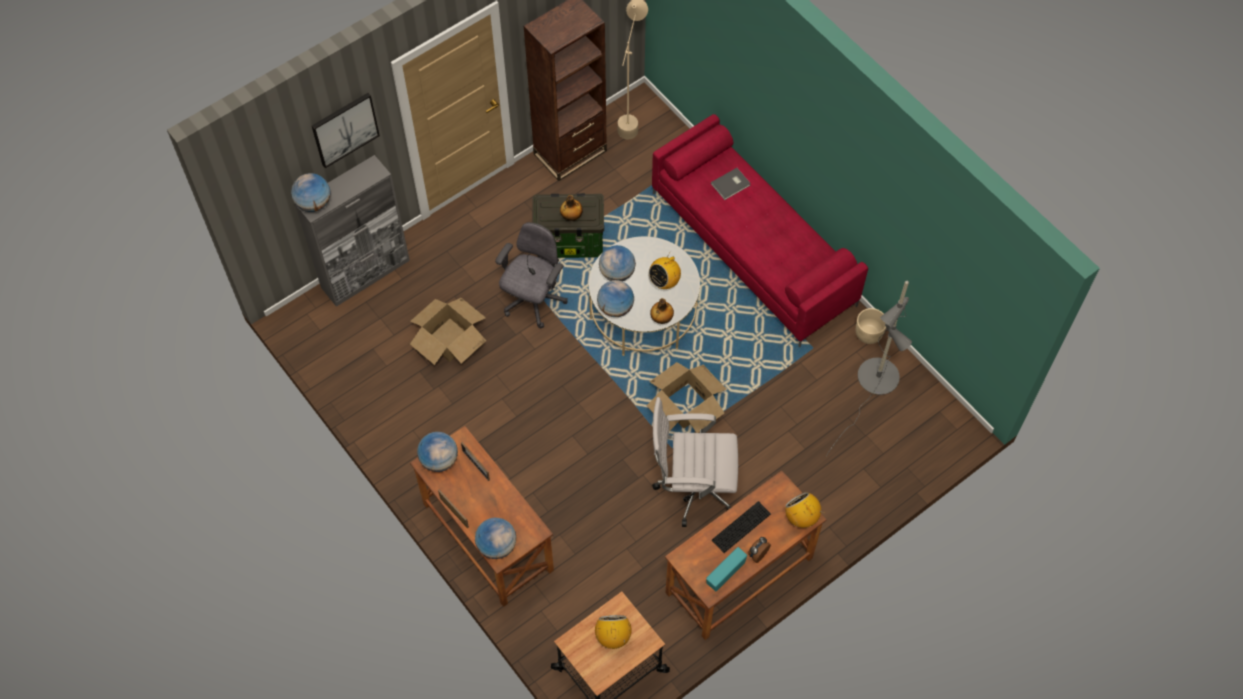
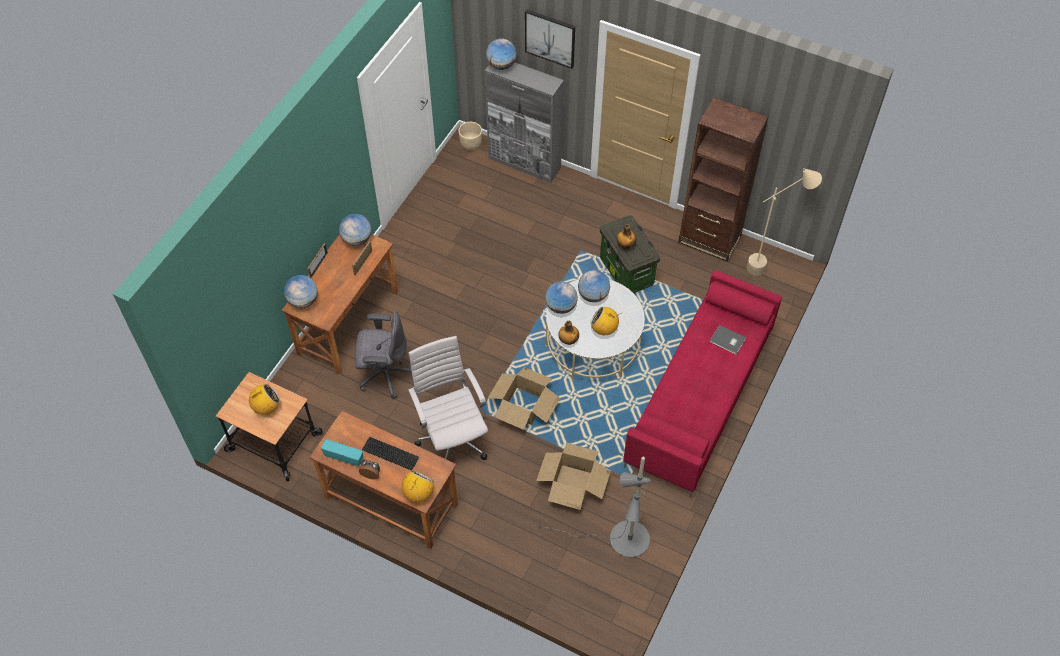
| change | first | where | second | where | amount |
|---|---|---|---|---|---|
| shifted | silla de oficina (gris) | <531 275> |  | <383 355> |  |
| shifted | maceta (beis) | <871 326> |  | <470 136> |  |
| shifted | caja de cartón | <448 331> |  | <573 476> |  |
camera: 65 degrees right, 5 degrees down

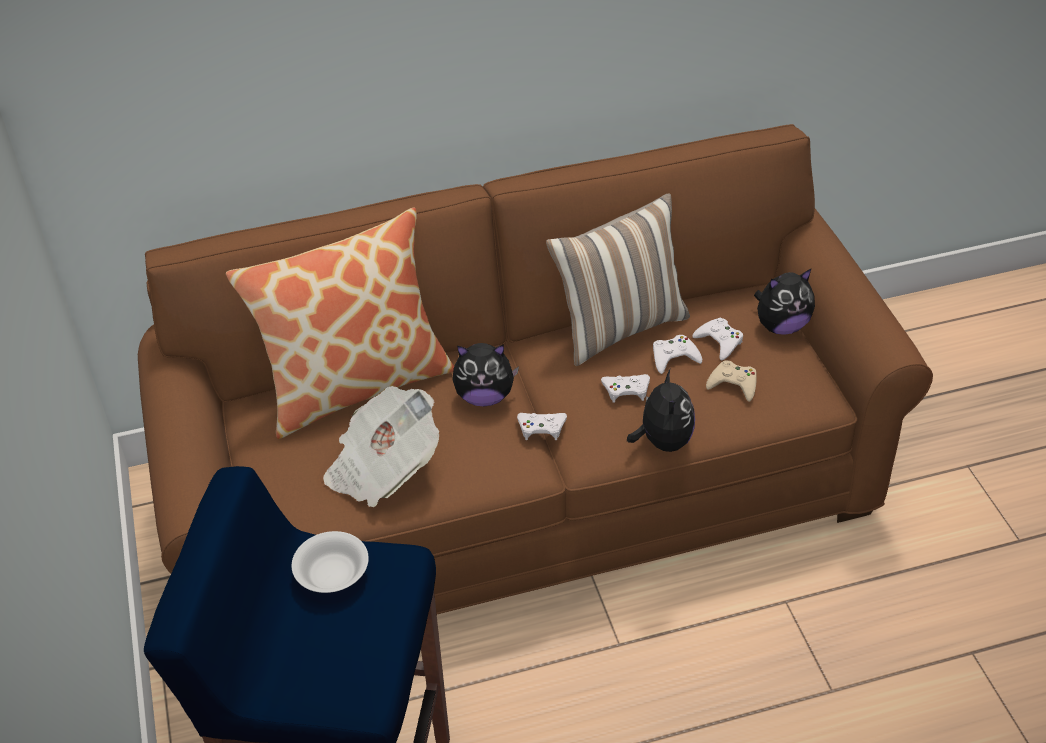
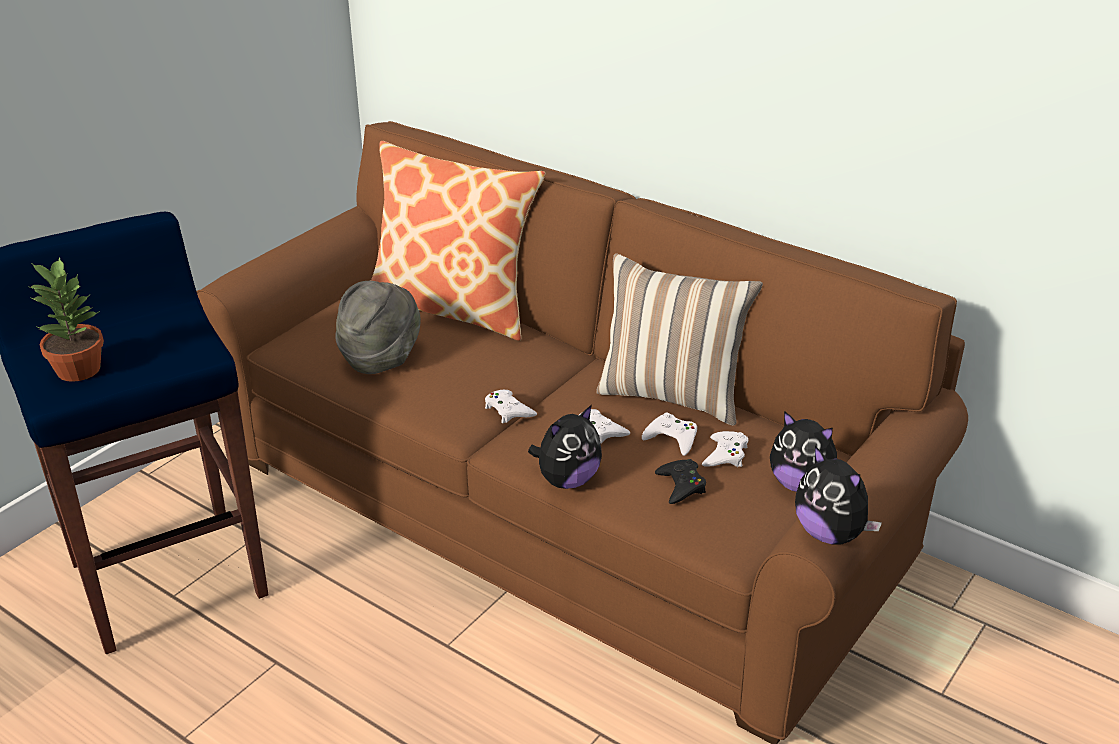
| change | first | where | second | where | amount |
|---|---|---|---|---|---|
| new |  |  | planta en maceta | <67 319> |  |
| swapped | periódico | <381 446> | sombrero (gris) | <378 327> |  |
| repainted | mando de consola (beis) | <731 381> | mando de consola (negro) | <680 481> |  |
| shifted | peluche | <485 374> |  | <838 495> |  |
| gone | cuenco (blanco) | <330 562> |  |  |  |
camera: 50 degrees right, 10 degrees down

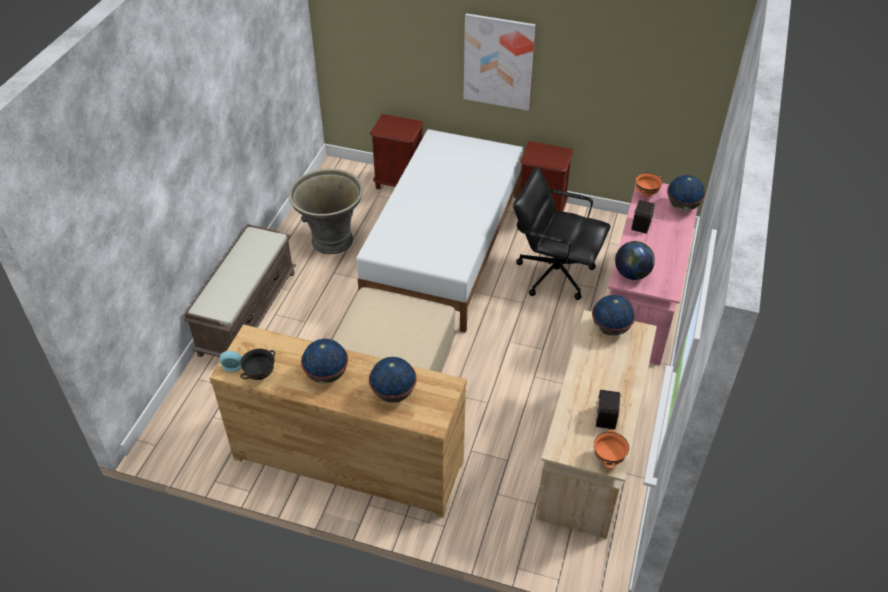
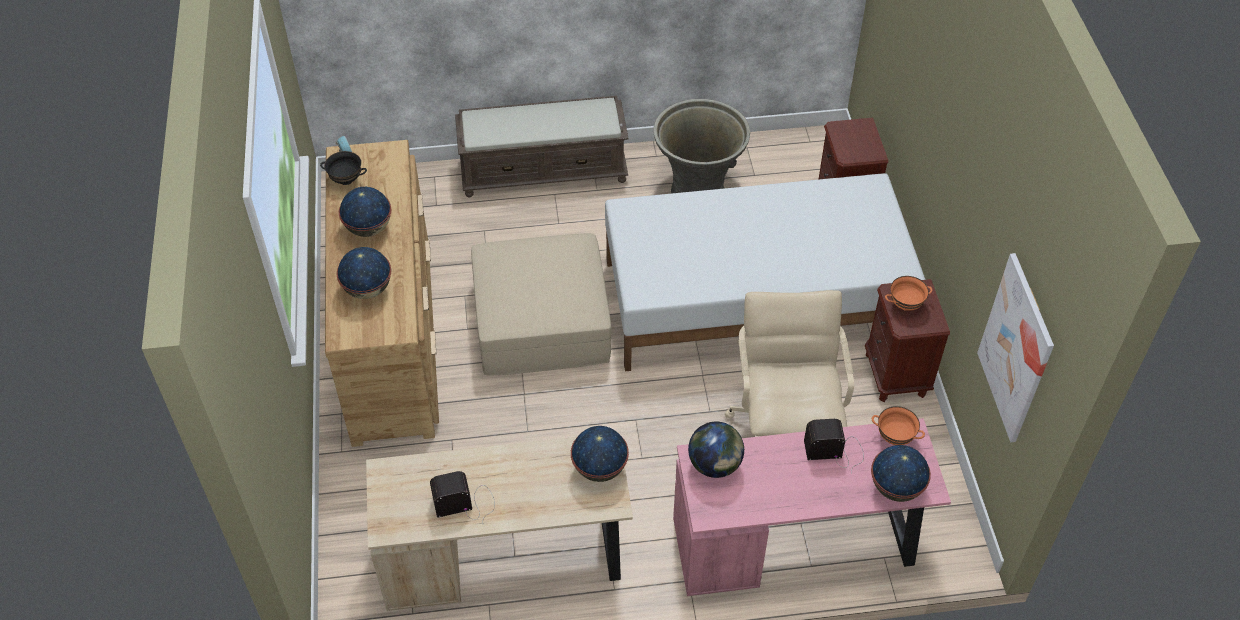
| change | first | where | second | where | amount |
|---|---|---|---|---|---|
| repainted | silla de oficina (negro) | <561 233> | silla de oficina (beis) | <789 363> |  |
| shifted | cuenco (naranja) | <611 449> |  | <908 293> |  |
| shifted | cuadro | <499 61> |  | <1015 347> |  |
camera: 65 degrees right, 5 degrees up

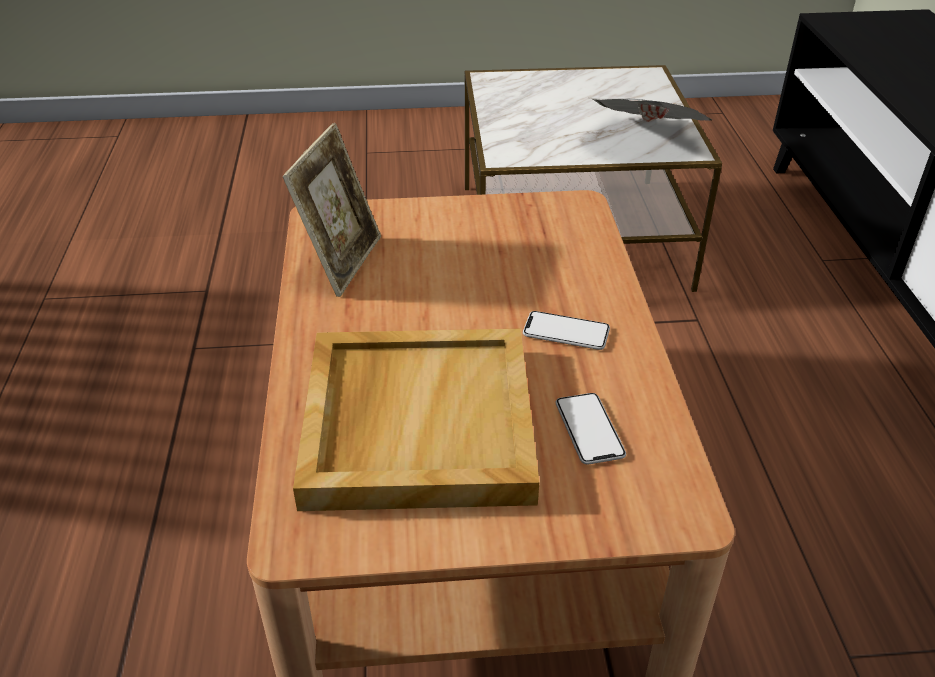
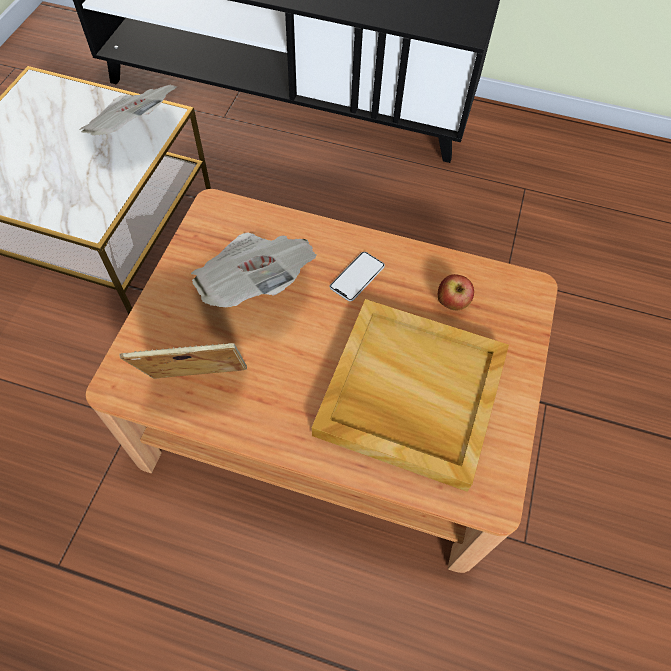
| change | first | where | second | where | amount |
|---|---|---|---|---|---|
| rotated | portarretratos | <331 210> |  | <183 360> | 45 degrees counterclockwise |
| new |  |  | periódico | <254 269> |  |
| swapped | móvil | <591 429> | manzana | <456 292> |  |
camera: 70 degrees left, 20 degrees up

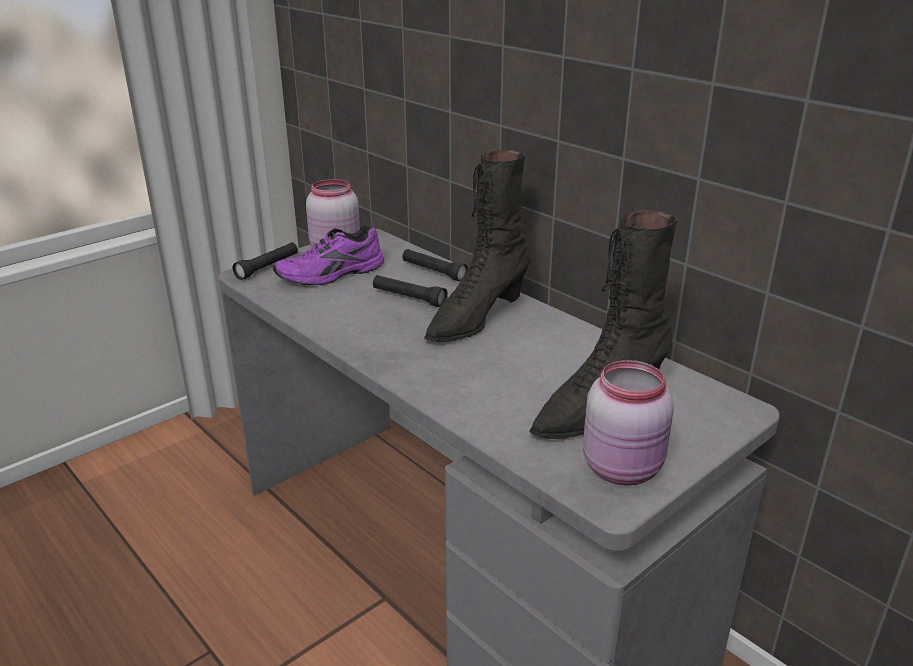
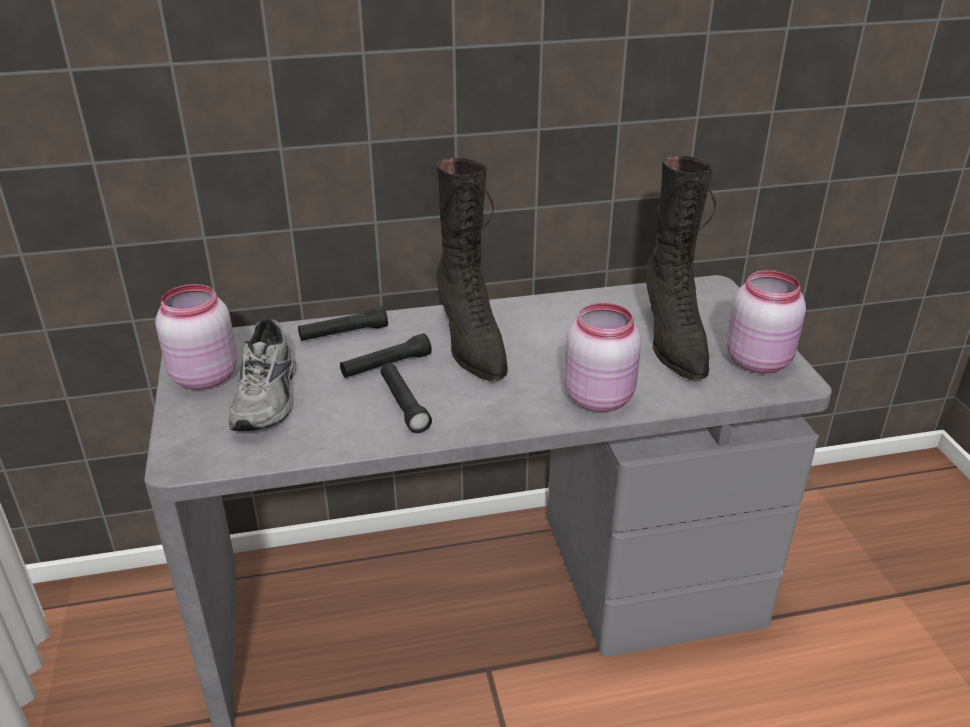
| change | first | where | second | where | amount |
|---|---|---|---|---|---|
| repainted | zapato (morado) | <328 255> | zapato (gris) | <262 375> |  |
| shifted | linterna (negro) | <265 261> |  | <406 398> |  |
| new |  |  | tarro (rosa) | <602 357> |  |
camera: 60 degrees left, 5 degrees up

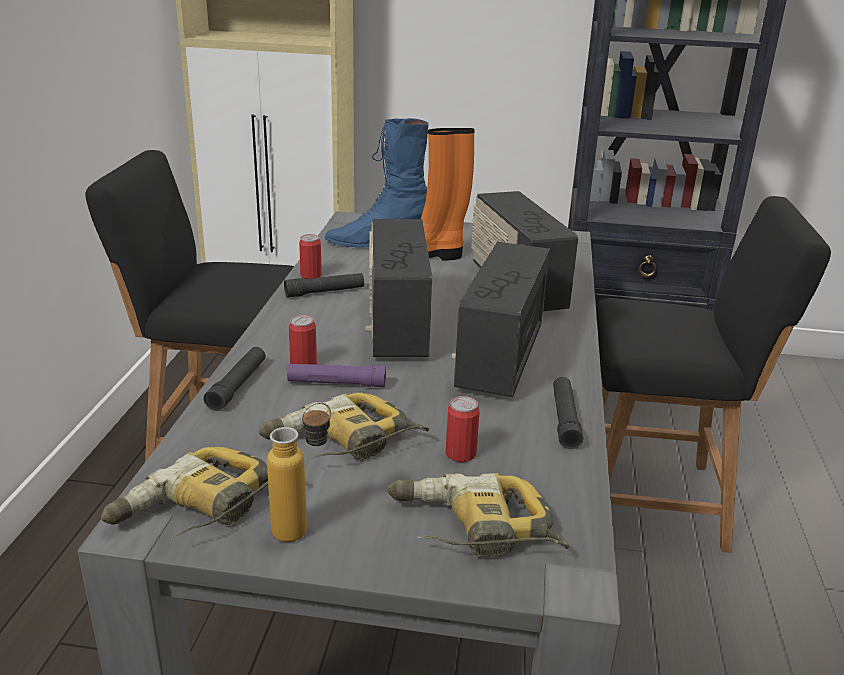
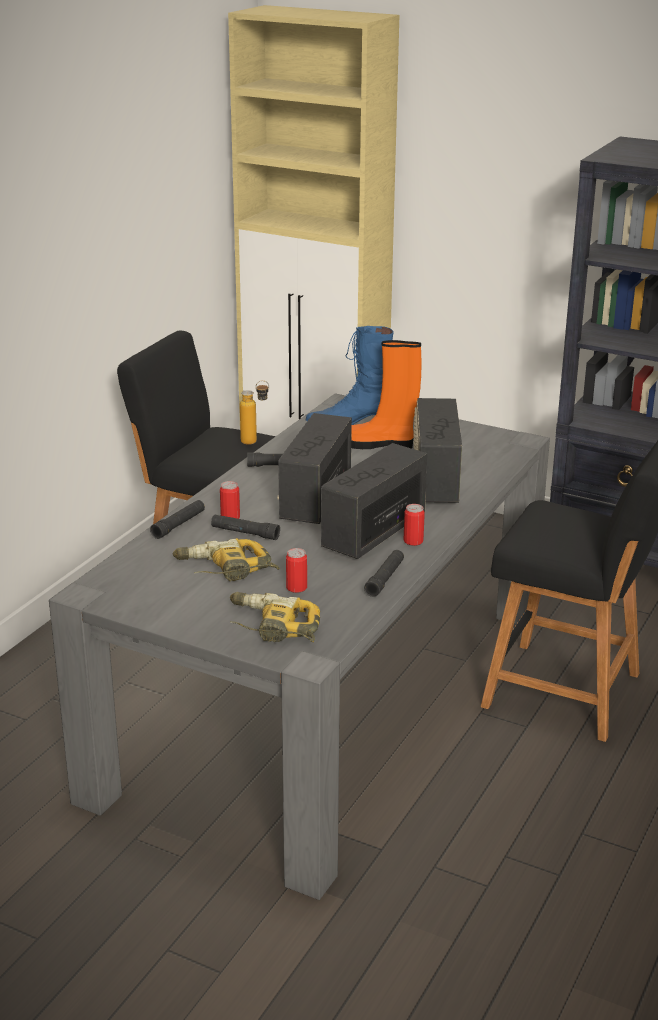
| change | first | where | second | where | amount |
|---|---|---|---|---|---|
| repainted | linterna (morado) | <336 375> | linterna (negro) | <245 527> |  |
| shifted | botella | <299 472> |  | <254 412> |  |
| shifted | lata | <310 256> |  | <414 525> |  |
| gone | taladro | <184 492> |  |  |  |
camera: 20 degrees right, 0 degrees up

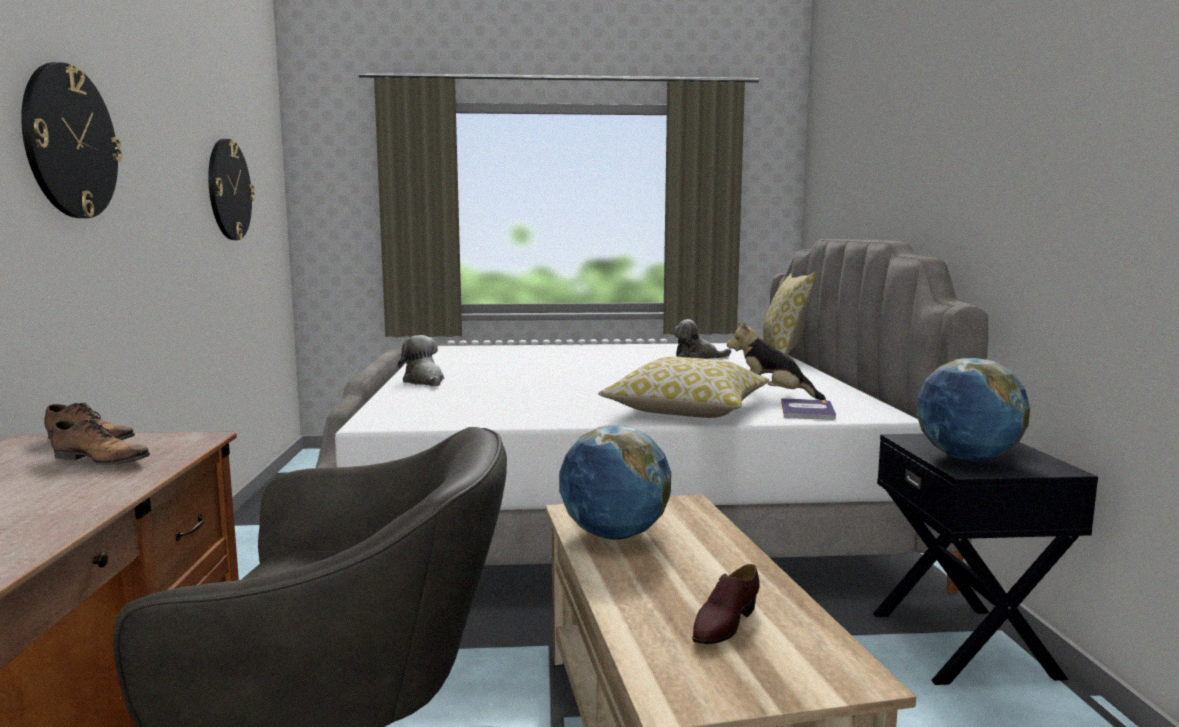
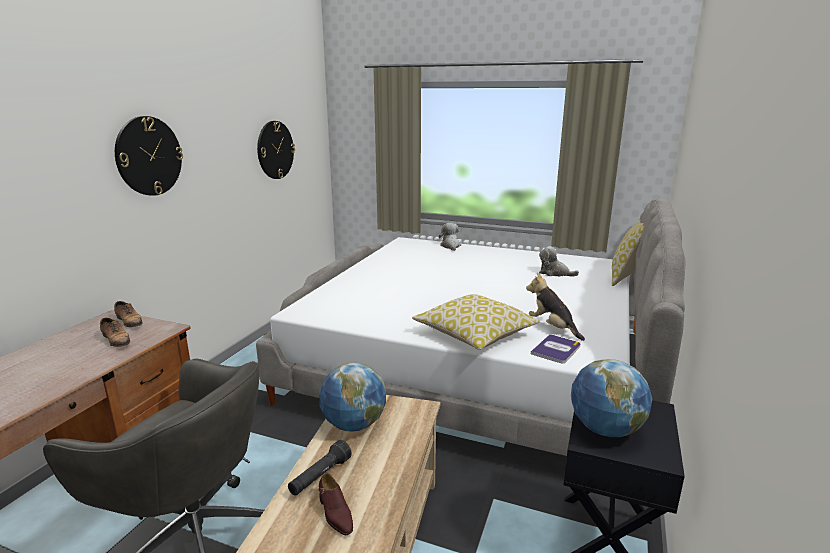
| change | first | where | second | where | amount |
|---|---|---|---|---|---|
| new |  |  | linterna (negro) | <320 467> |  |
| rotated | zapato (marrón) | <726 604> |  | <336 503> | 90 degrees counterclockwise |
| shifted | peluche | <421 360> |  | <450 237> |  |
camera: 25 degrees right, 10 degrees up

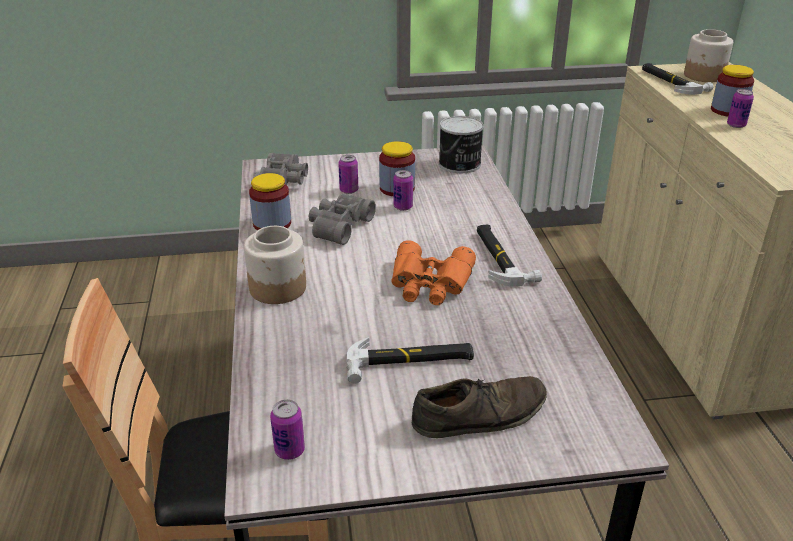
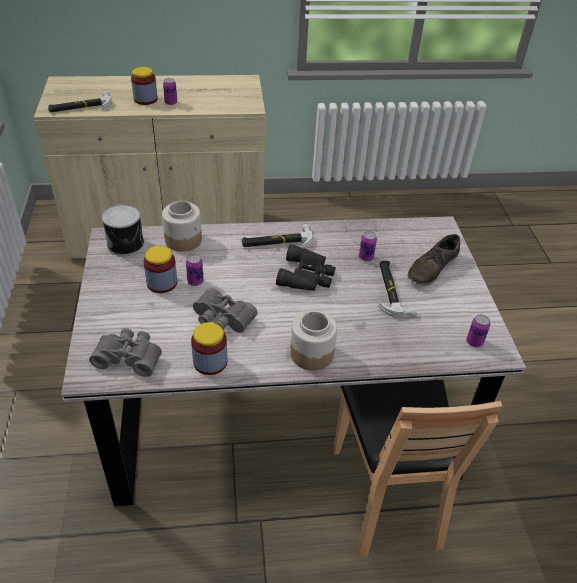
| change | first | where | second | where | amount |
|---|---|---|---|---|---|
| shifted | tarro | <708 55> |  | <182 226> |  |
| repainted | prismáticos (naranja) | <433 272> | prismáticos (negro) | <306 267> |  |
| shifted | lata | <348 174> |  | <368 246> |  |
| rotated | zapato (marrón) | <479 407> |  | <434 260> | 120 degrees counterclockwise |
camera: 90 degrees left, 10 degrees up

